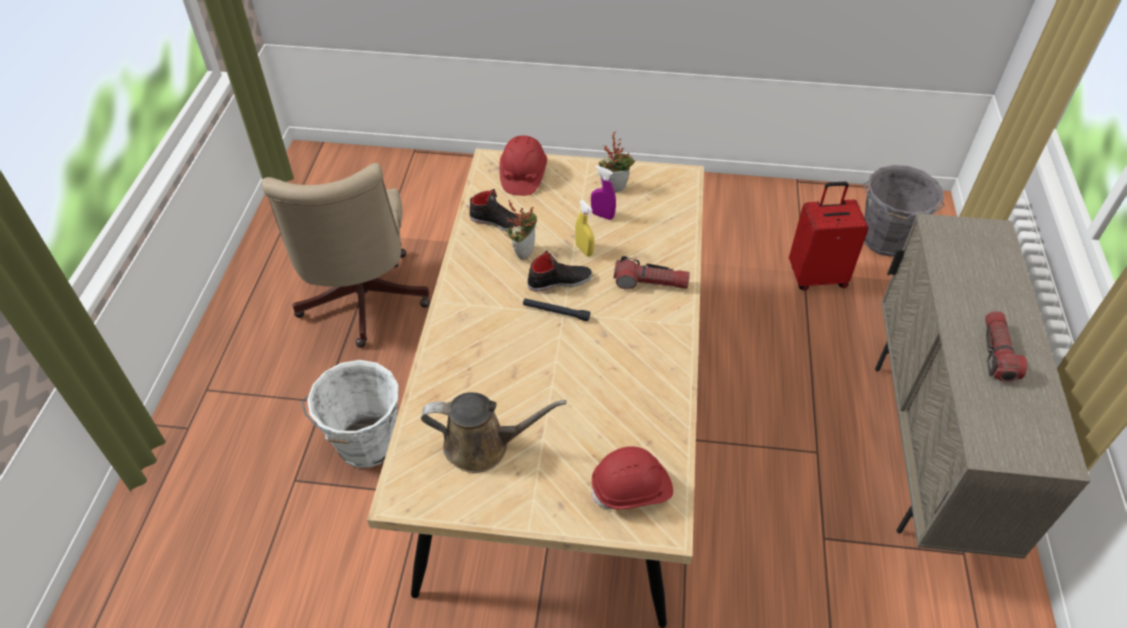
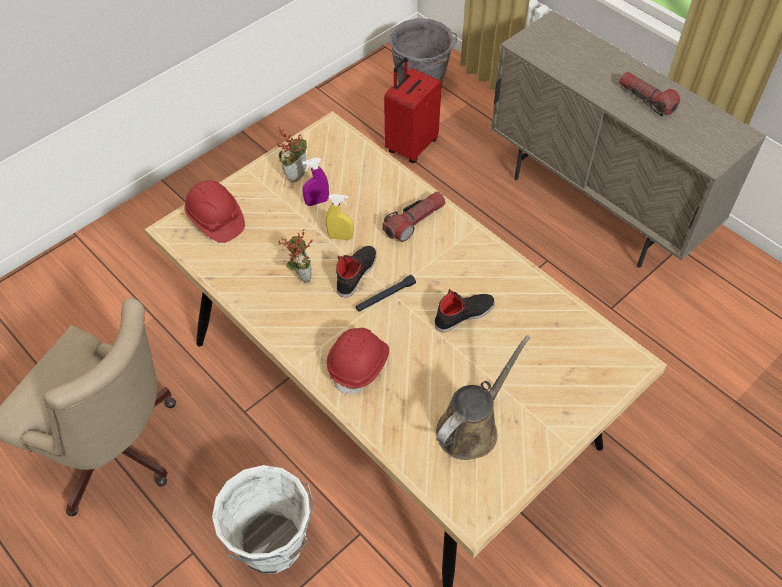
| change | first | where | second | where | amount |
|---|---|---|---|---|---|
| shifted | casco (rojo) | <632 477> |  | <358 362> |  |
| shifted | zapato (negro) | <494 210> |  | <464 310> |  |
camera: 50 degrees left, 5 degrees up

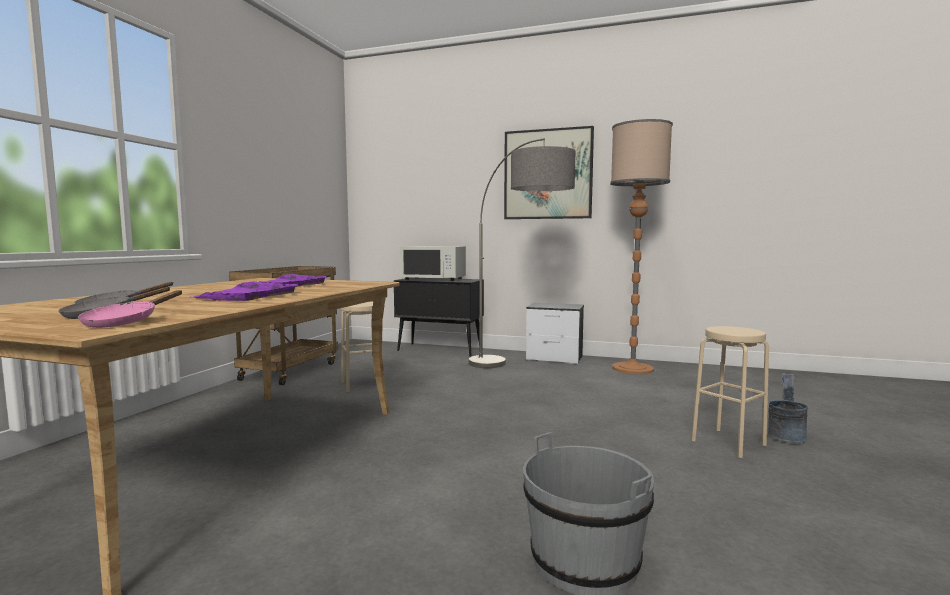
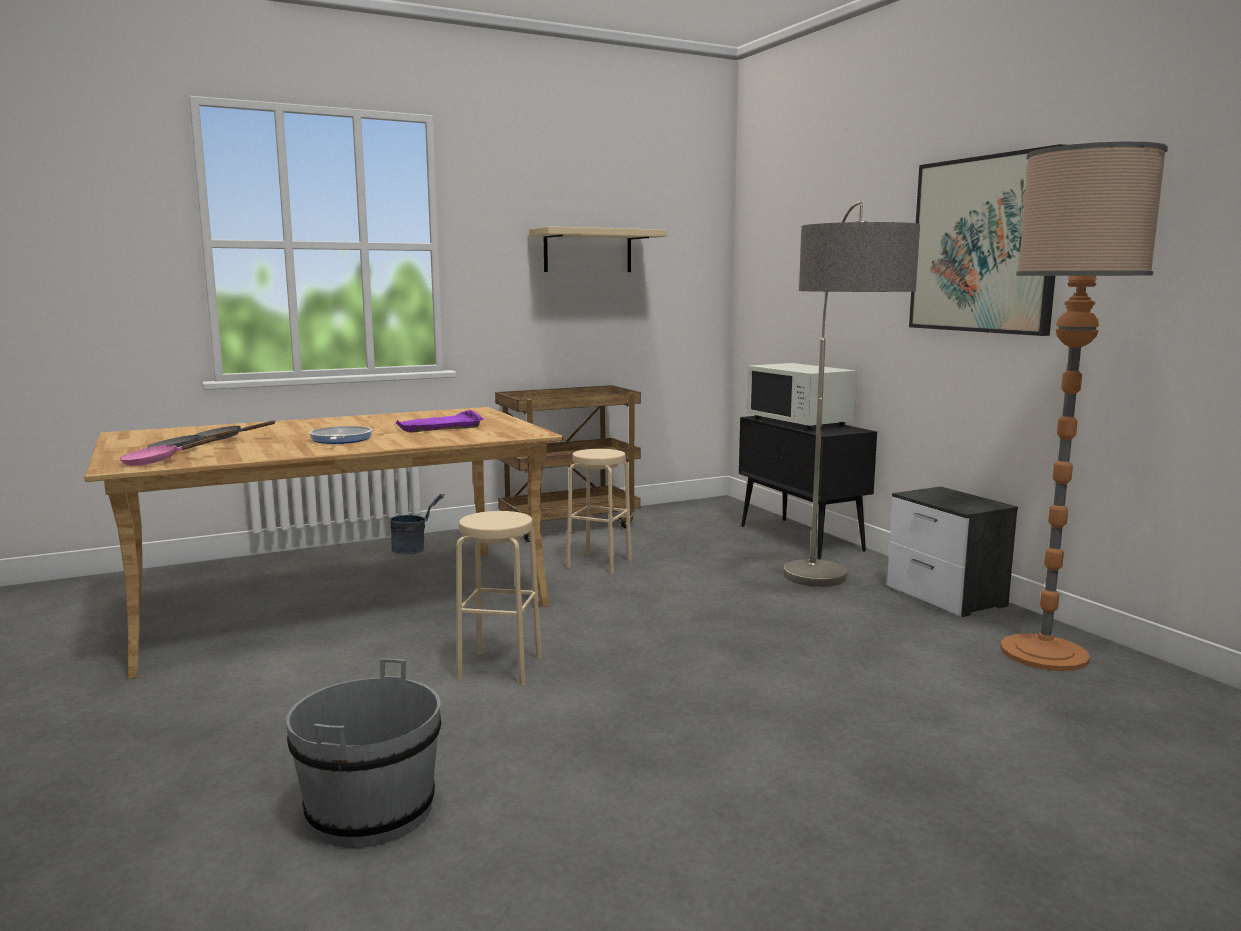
| change | first | where | second | where | amount |
|---|---|---|---|---|---|
| swapped | bandeja (morado) | <244 291> | sartén | <340 435> |  |
| shifted | cubo (gris) | <788 408> |  | <417 524> |  |
| shifted | taburete (beis) | <730 392> |  | <499 598> |  |
| new |  |  | estante (beis) | <598 249> |  |
camera: 45 degrees right, 5 degrees up

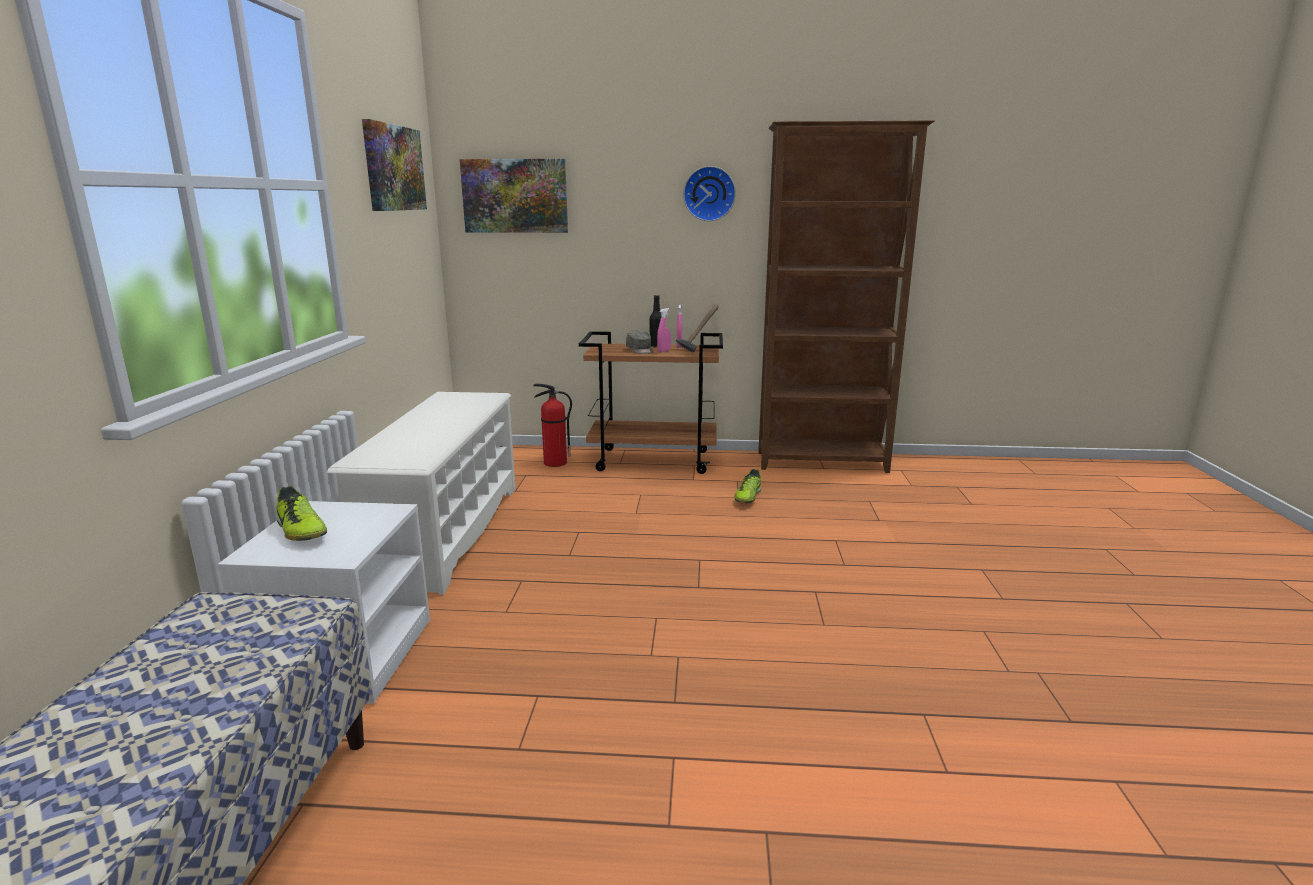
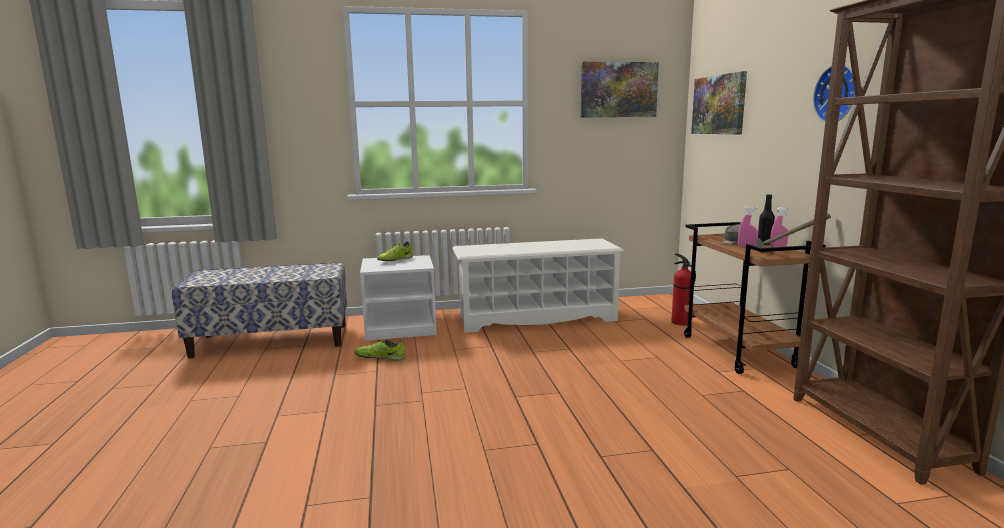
| change | first | where | second | where | amount |
|---|---|---|---|---|---|
| shifted | zapato | <747 486> |  | <379 350> |  |
camera: 75 degrees right, 5 degrees down

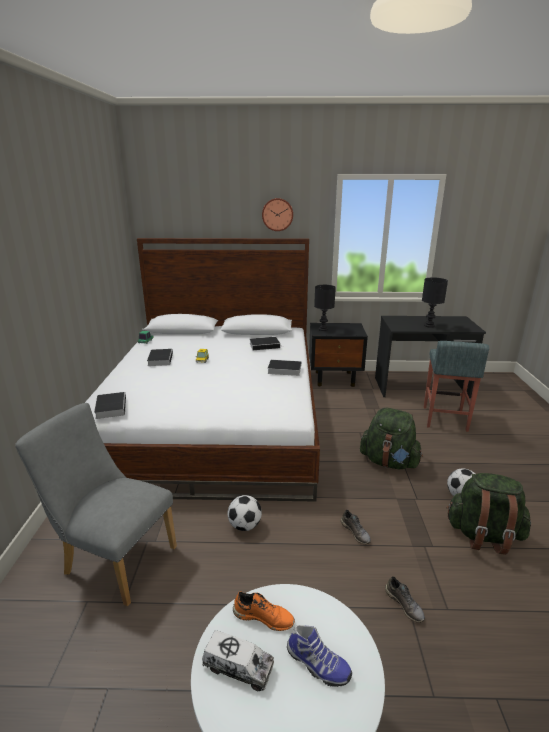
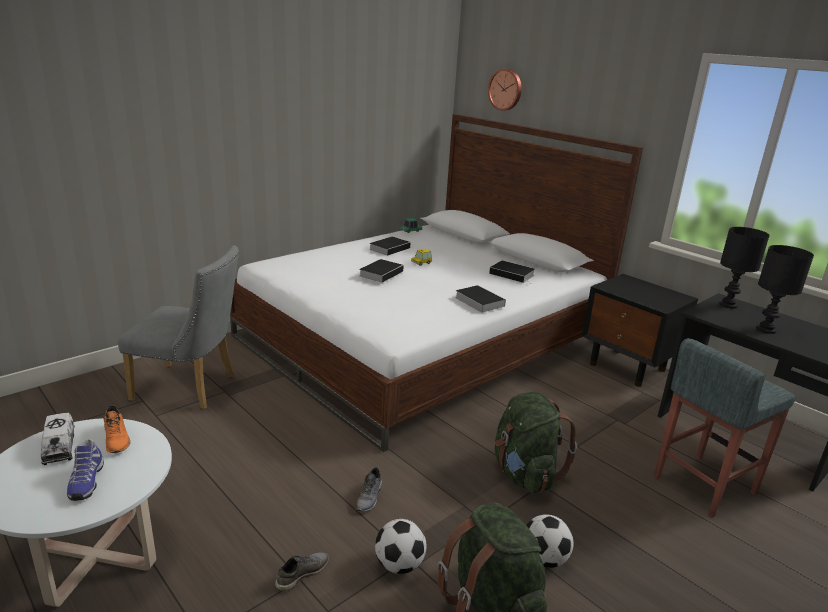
| change | first | where | second | where | amount |
|---|---|---|---|---|---|
| rotated | silla (gris) | <96 504> |  | <178 327> | 120 degrees clockwise |
| rotated | zapato (gris) | <405 599> |  | <302 571> | 150 degrees counterclockwise |
| shifted | libro | <110 405> |  | <381 271> |  |
| shifted | balón de fútbol | <245 513> |  | <401 546> |  |
| shifted | reloj de pared | <277 214> |  | <505 90> |  |
| shifted | lámpara de mesa (negro) | <325 308> |  | <744 268> |  |
camera: 45 degrees right, 0 degrees up

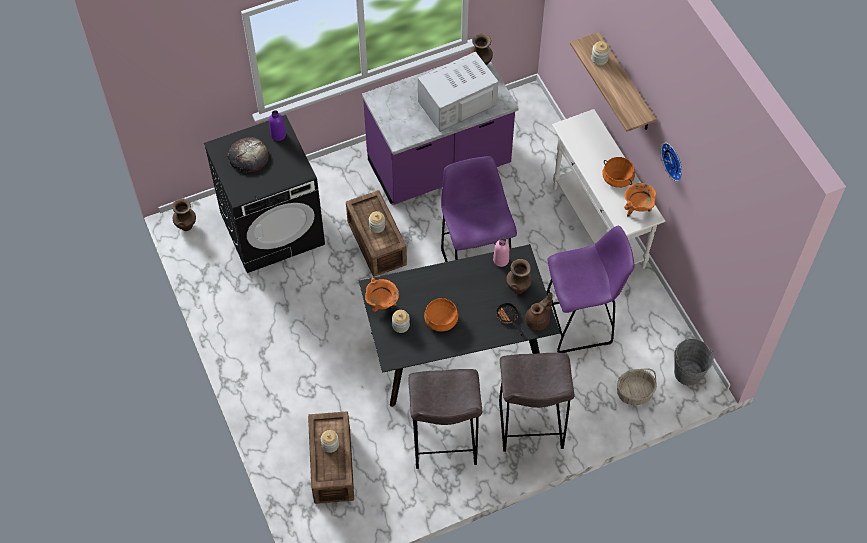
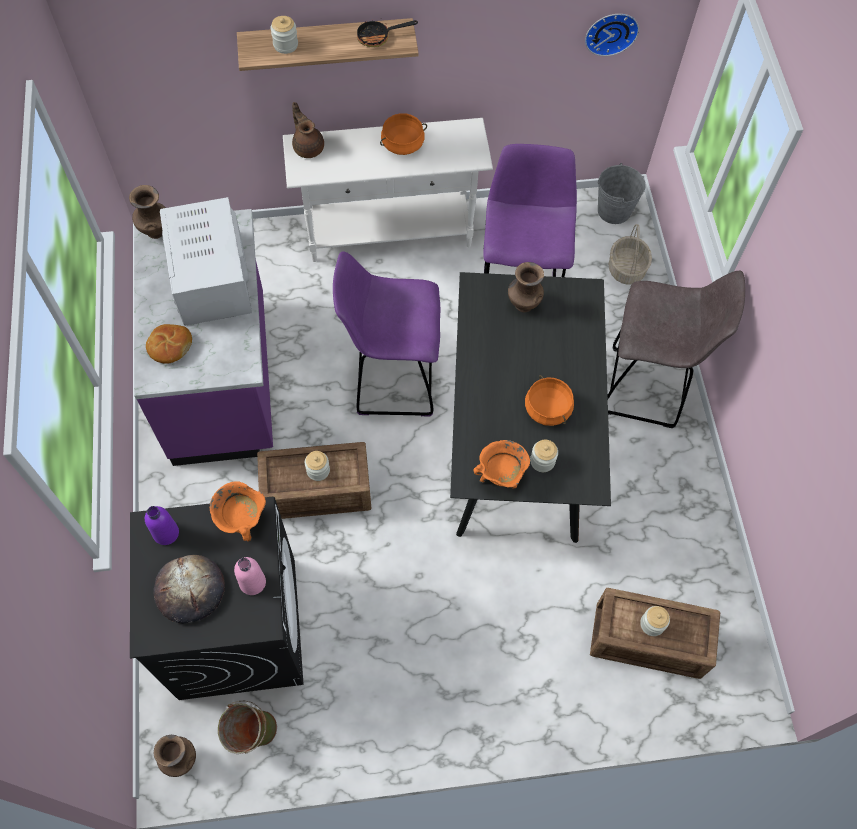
| change | first | where | second | where | amount |
|---|---|---|---|---|---|
| new |  |  | pan | <169 344> |  |
| shifted | olla (naranja) | <640 200> |  | <238 511> |  |
| new |  |  | cubo (verde) | <247 727> |  |
| shifted | botella (rosa) | <501 252> |  | <250 576> |  |
| shifted | tetera (marrón) | <539 311> |  | <308 130> |  |
| shifted | sartén | <510 319> |  | <387 33> |  |
| shifted | reloj de pared | <671 162> |  | <612 35> |  |
| gone | taburete (gris) | <445 419> |  |  |  |
camera: 75 degrees left, 5 degrees up

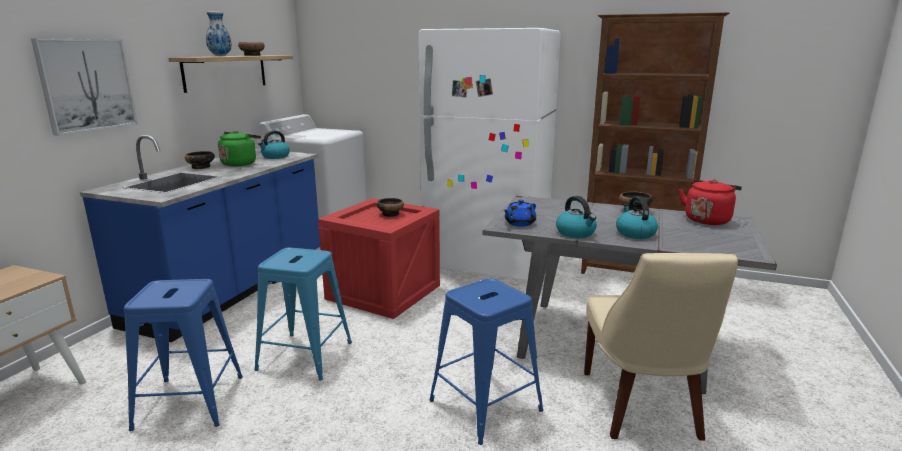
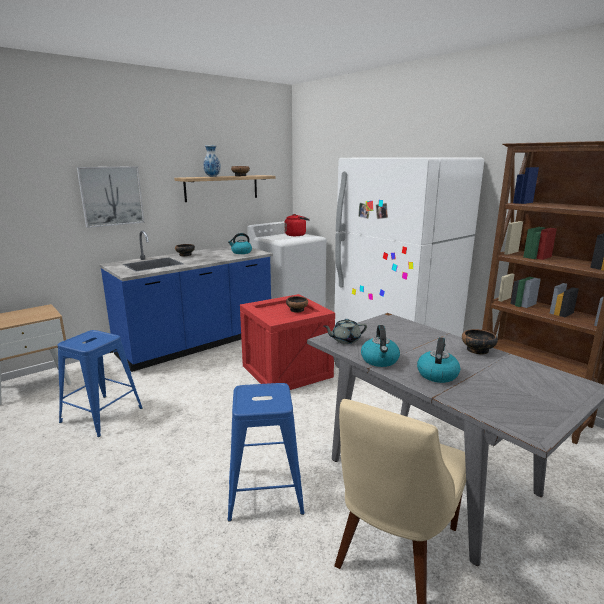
| change | first | where | second | where | amount |
|---|---|---|---|---|---|
| shifted | hervidor (rojo) | <710 202> |  | <297 225> |  |
| repainted | tetera (azul) | <519 213> | tetera (gris) | <345 331> |  |
| gone | hervidor (verde) | <239 148> |  |  |  |
| gone | taburete (azul) | <303 314> |  |  |  |
camera: 30 degrees right, 0 degrees up

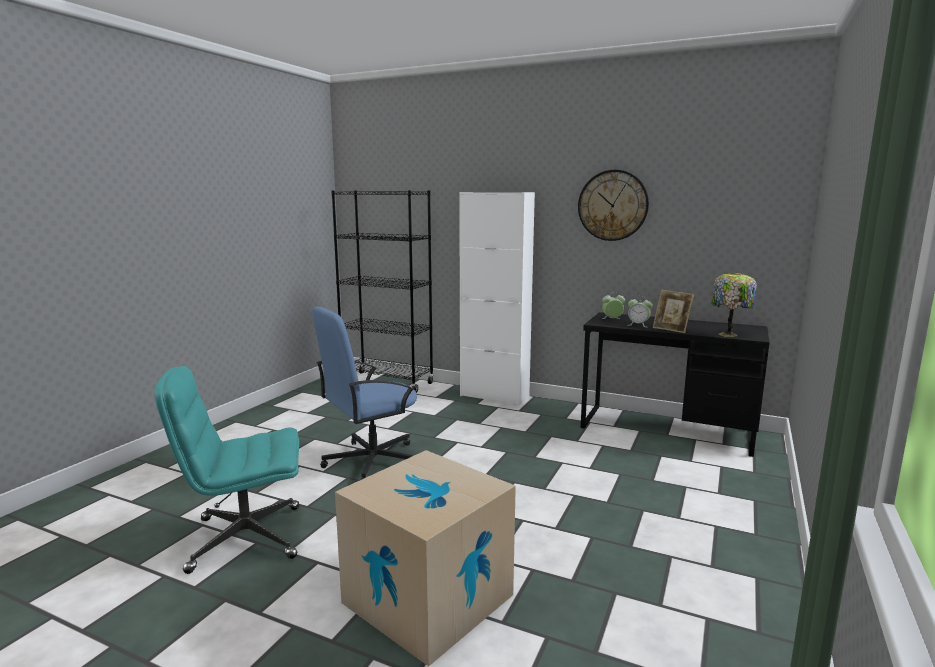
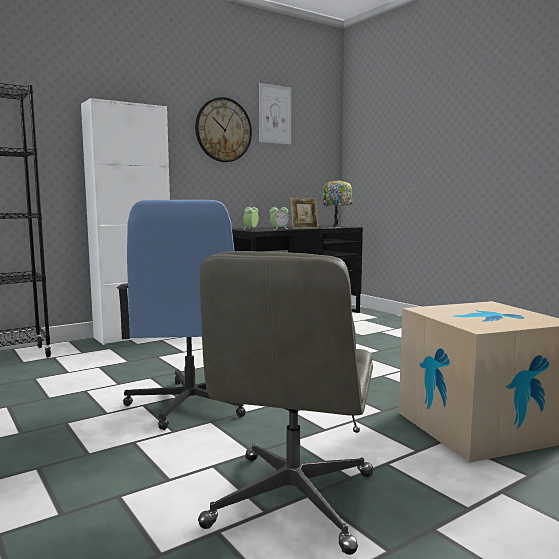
| change | first | where | second | where | amount |
|---|---|---|---|---|---|
| repainted | silla de oficina (turquesa) | <226 470> | silla de oficina (gris) | <285 403> |  |
| new |  |  | cuadro | <275 113> |  |
camera: 60 degrees left, 5 degrees down

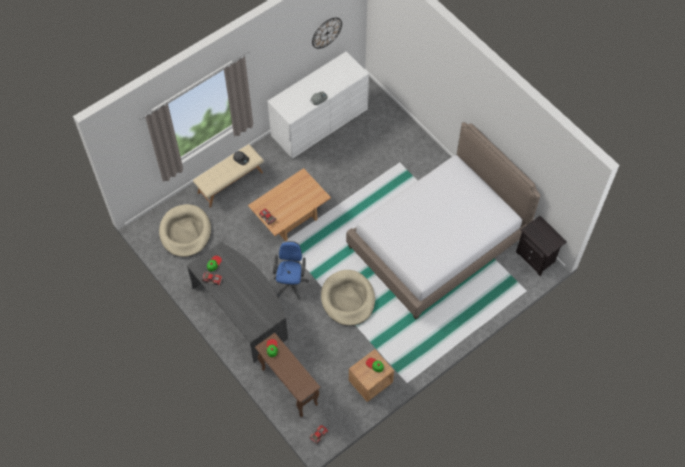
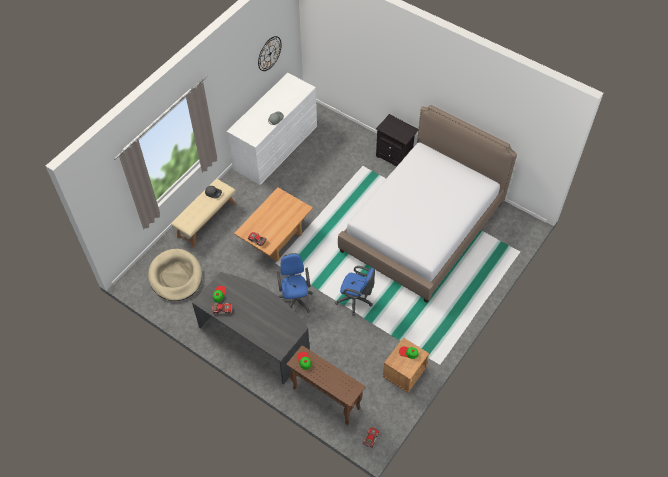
| change | first | where | second | where | amount |
|---|---|---|---|---|---|
| swapped | cama para perro (beis) | <348 298> | silla de oficina (azul) | <355 291> |  |
| shifted | mesita de noche (negro) | <541 246> |  | <397 140> |  |
camera: 15 degrees left, 5 degrees down

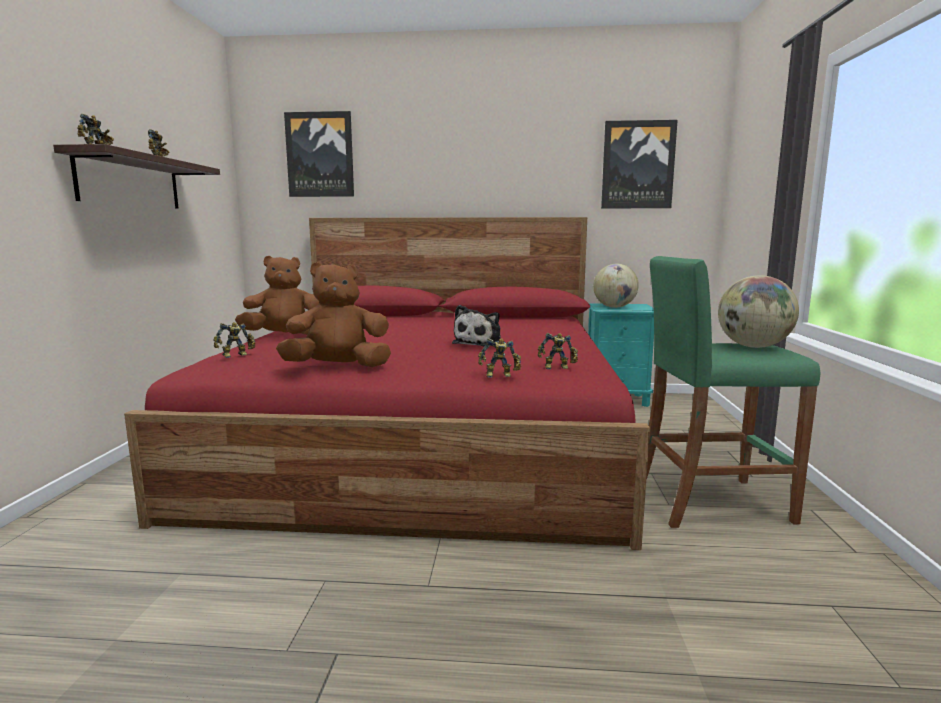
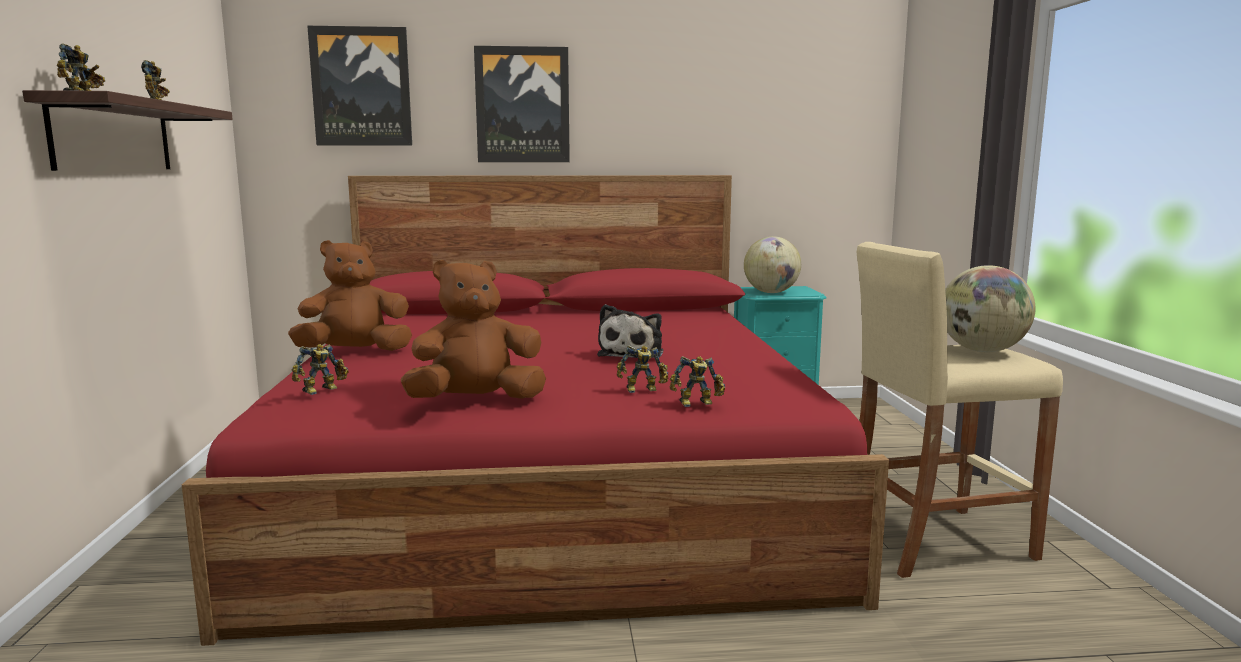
| change | first | where | second | where | amount |
|---|---|---|---|---|---|
| shifted | cuadro | <639 164> |  | <522 104> |  |
| shifted | robot de juguete | <558 351> |  | <643 369> |  |
| repainted | taburete (verde) | <733 392> | taburete (beis) | <960 410> |  |
camera: 10 degrees left, 0 degrees up

